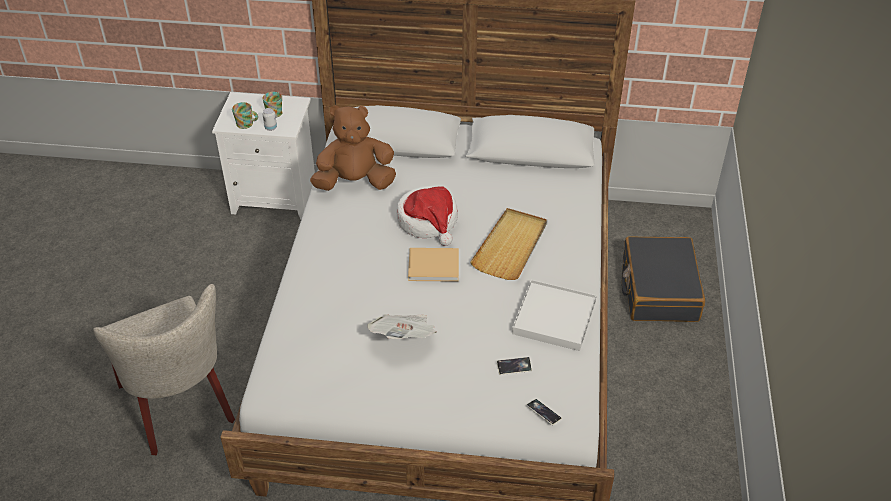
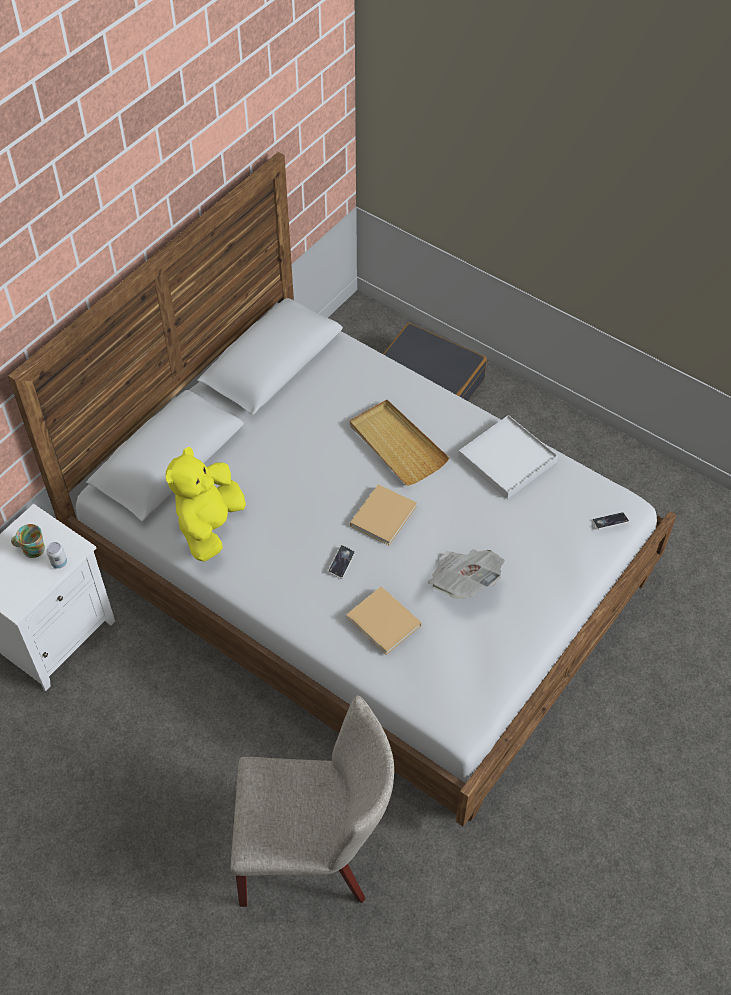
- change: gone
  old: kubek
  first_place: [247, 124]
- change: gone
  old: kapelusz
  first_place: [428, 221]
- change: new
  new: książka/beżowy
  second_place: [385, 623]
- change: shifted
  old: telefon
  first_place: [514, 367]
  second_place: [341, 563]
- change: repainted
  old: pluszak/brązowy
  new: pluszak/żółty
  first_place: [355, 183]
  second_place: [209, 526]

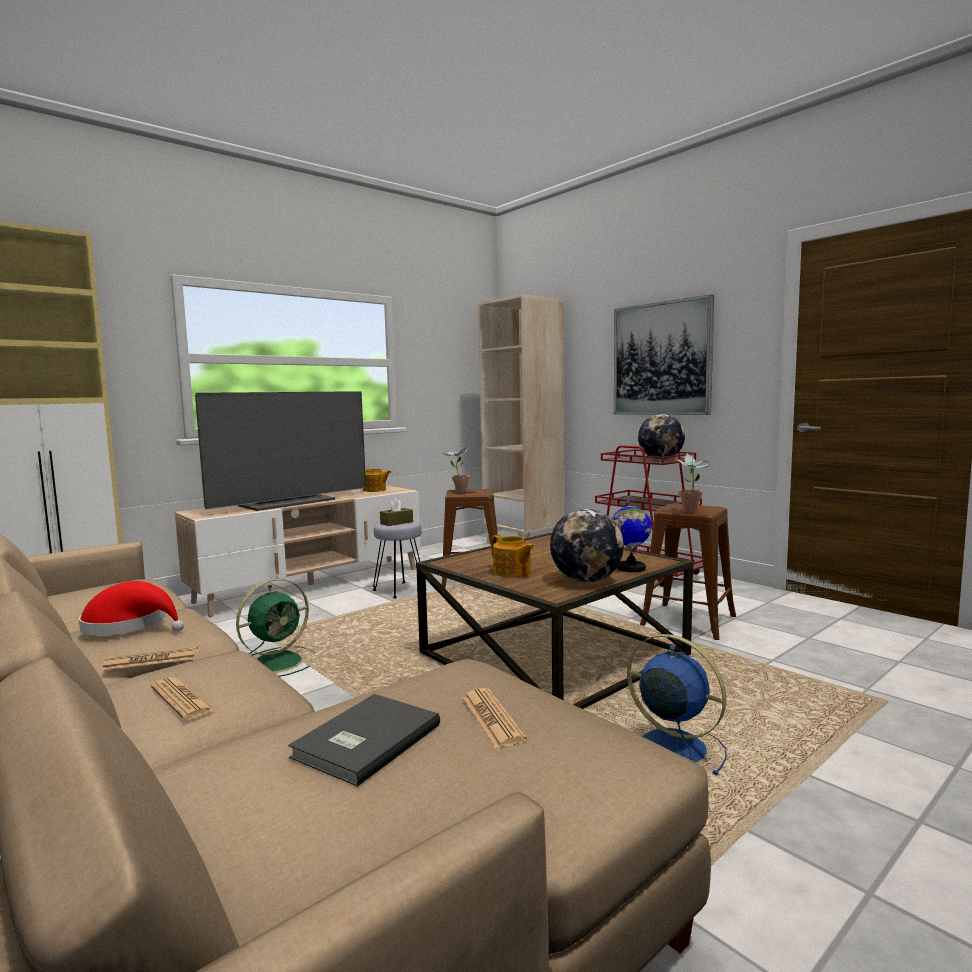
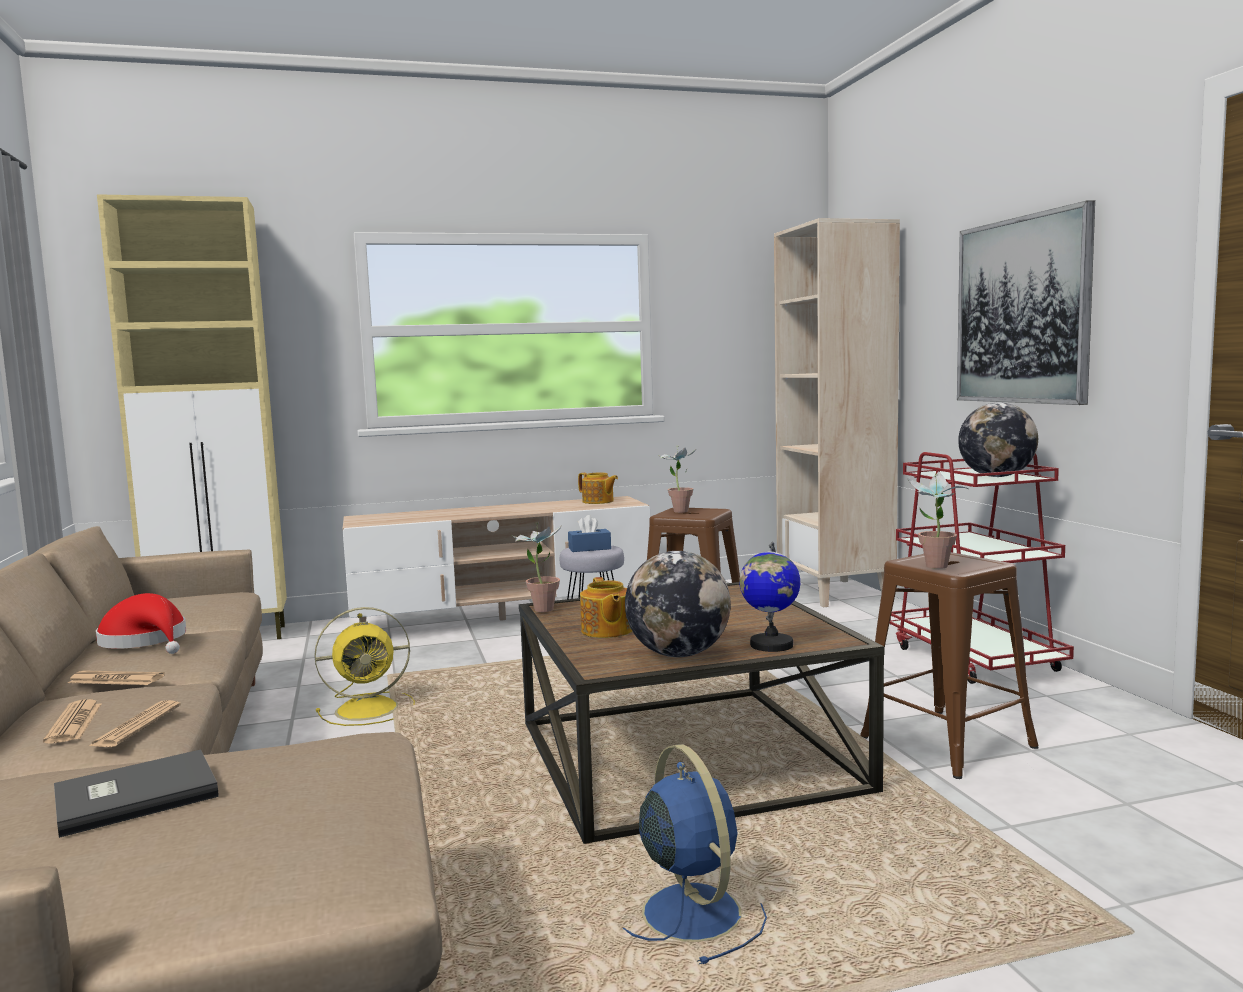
- change: gone
  old: telewizor
  first_place: [289, 502]
- change: new
  new: roślina doniczkowa
  second_place: [540, 608]
- change: shifted
  old: gazeta
  first_place: [492, 718]
  second_place: [136, 726]
- change: repainted
  old: wentylator/zielony
  new: wentylator/żółty
  first_place: [279, 662]
  second_place: [370, 709]
- change: repainted
  old: pudełko chusteczek/brązowy
  new: pudełko chusteczek/niebieski
  first_place: [396, 523]
  second_place: [589, 548]

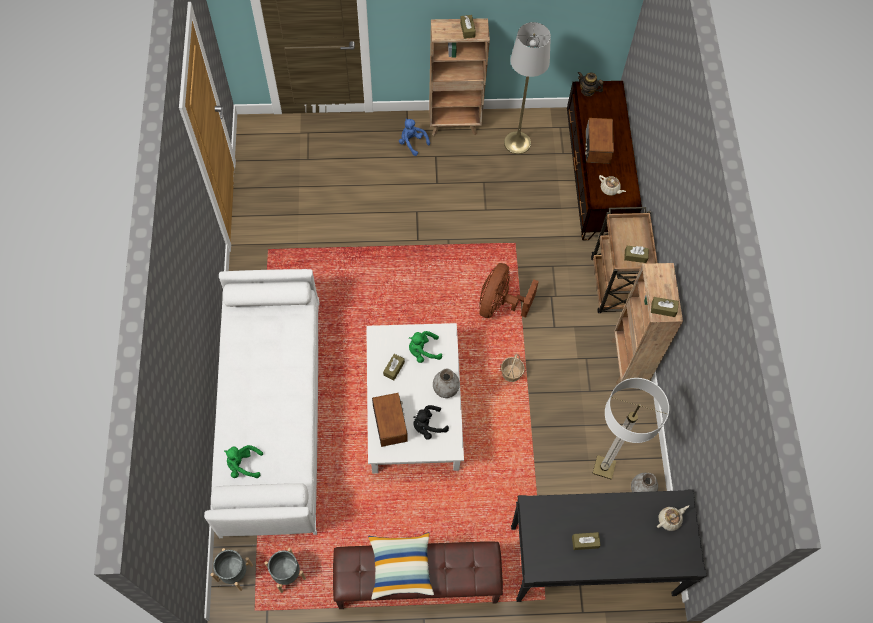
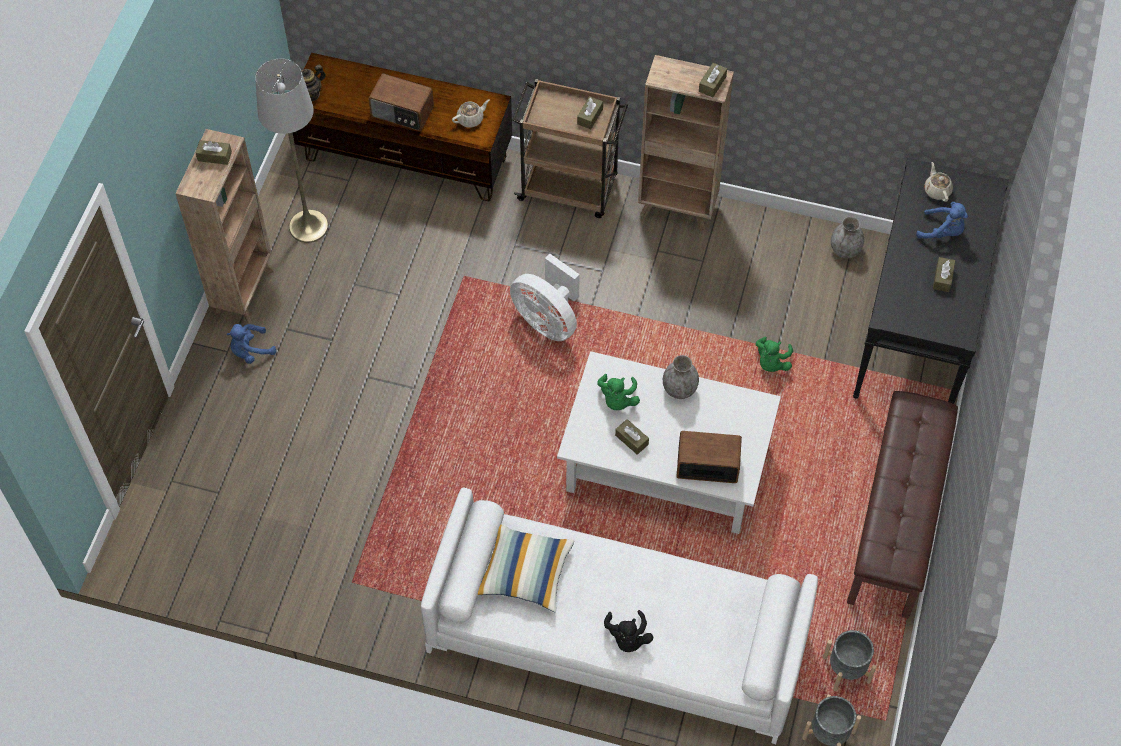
- change: gone
  old: koszyk
  first_place: [511, 373]
- change: gone
  old: lampa stojąca
  first_place: [604, 467]
- change: new
  new: pluszak/niebieski
  second_place: [942, 231]
- change: shifted
  old: pluszak/zielony
  first_place: [243, 465]
  second_place: [771, 362]
- change: shifted
  old: poduszka
  first_place: [400, 567]
  second_place: [525, 573]
- change: shifted
  old: pluszak/czarny
  first_place: [428, 426]
  second_place: [627, 638]
- change: repainted
  old: wentylator/brązowy
  new: wentylator/biały
  first_place: [500, 304]
  second_place: [548, 320]

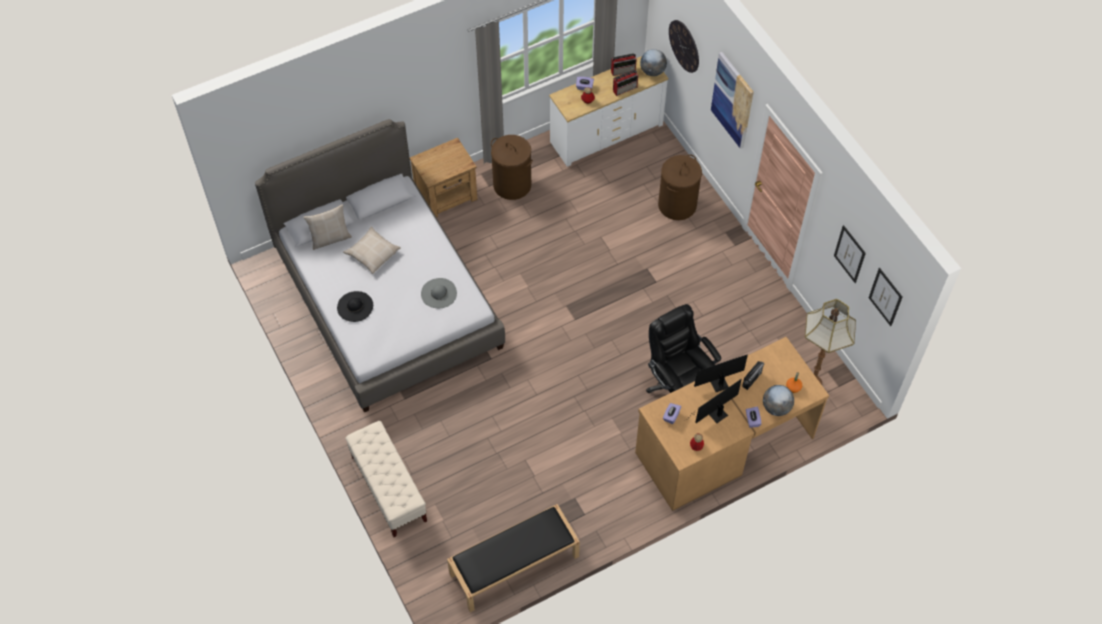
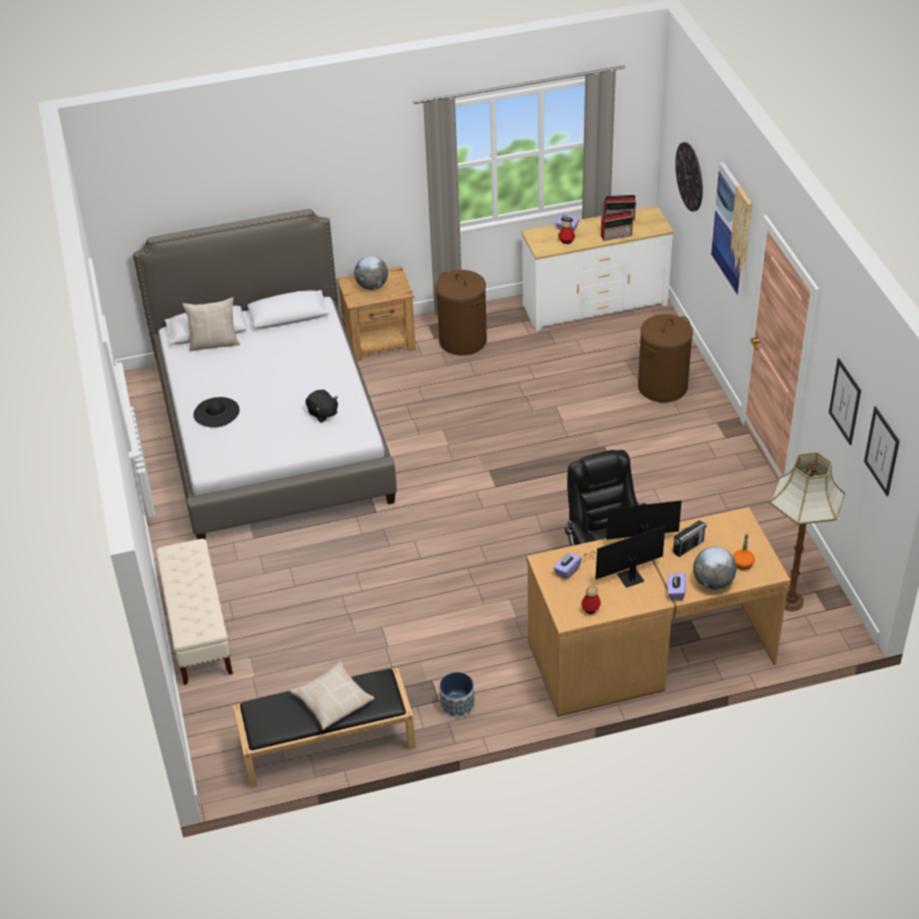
- change: new
  new: donica
  second_place: [457, 704]
- change: shifted
  old: poduszka/beżowy
  first_place: [372, 253]
  second_place: [332, 700]
- change: shifted
  old: globus
  first_place: [652, 71]
  second_place: [372, 286]
- change: swapped
  old: kapelusz/szary
  new: pluszak/czarny
  first_place: [439, 293]
  second_place: [322, 413]

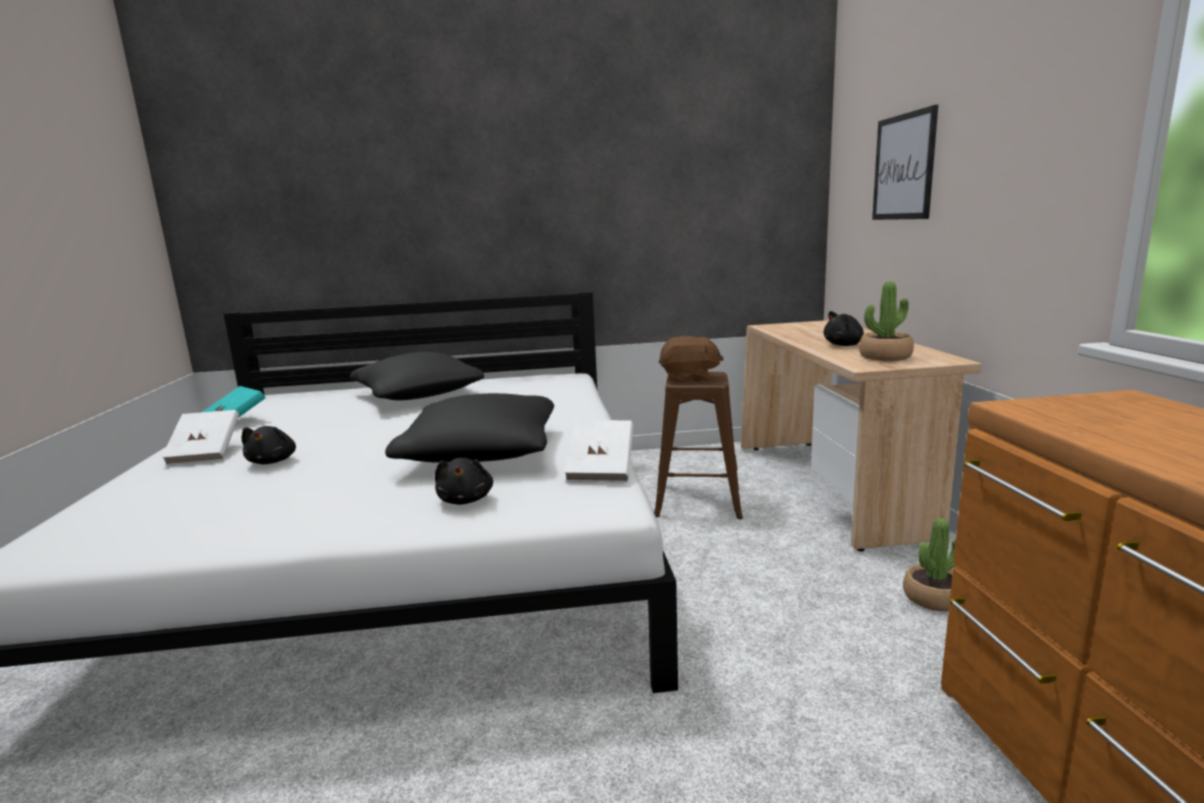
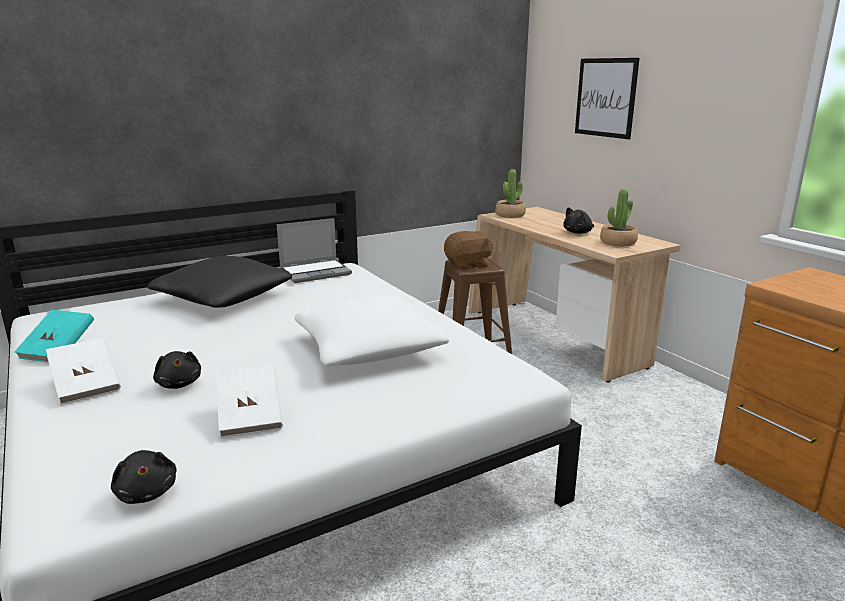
- change: new
  new: laptop
  second_place: [316, 272]
- change: shifted
  old: pluszak/czarny
  first_place: [466, 500]
  second_place: [147, 492]
- change: shifted
  old: książka/biały
  first_place: [601, 469]
  second_place: [250, 417]
- change: shifted
  old: roślina doniczkowa
  first_place: [933, 598]
  second_place: [510, 215]
- change: repainted
  old: poduszka/czarny
  new: poduszka/biały
  first_place: [481, 452]
  second_place: [369, 349]

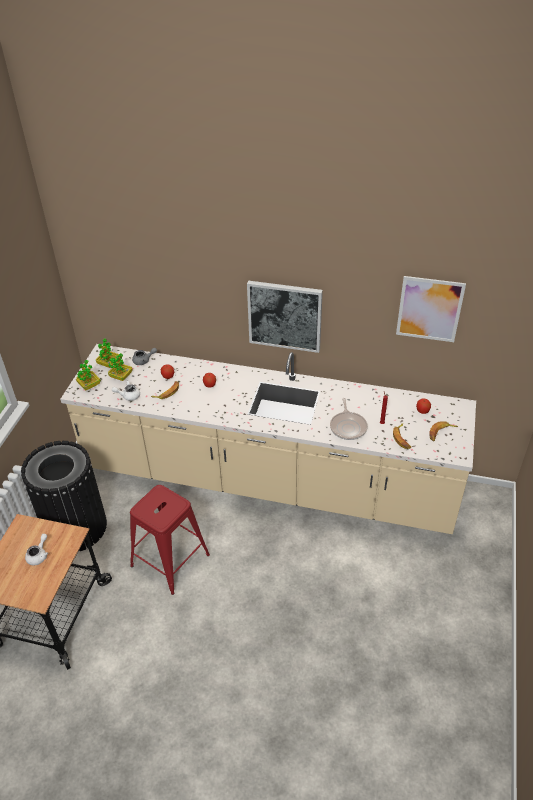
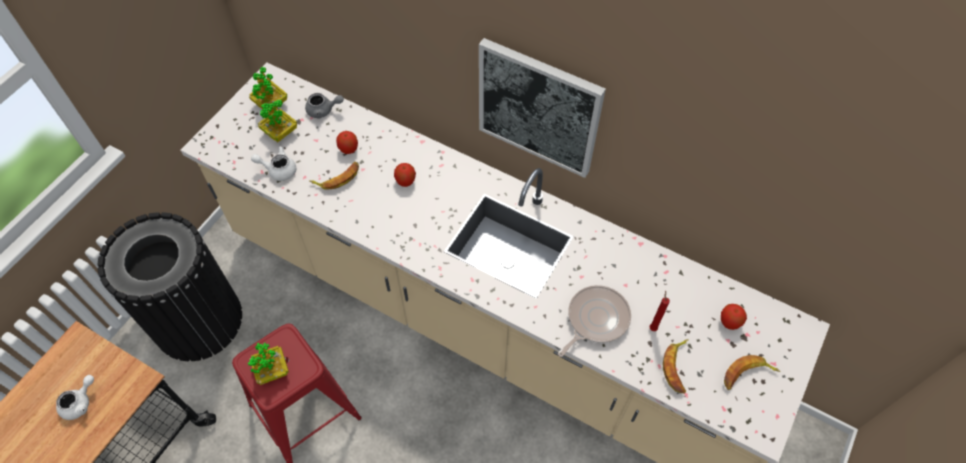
- change: gone
  old: obraz
  first_place: [429, 309]
- change: shifted
  old: roślina doniczkowa
  first_place: [89, 385]
  second_place: [272, 370]
- change: rotated
  old: patelnia
  first_place: [348, 426]
  second_place: [595, 319]
  degrees: -150

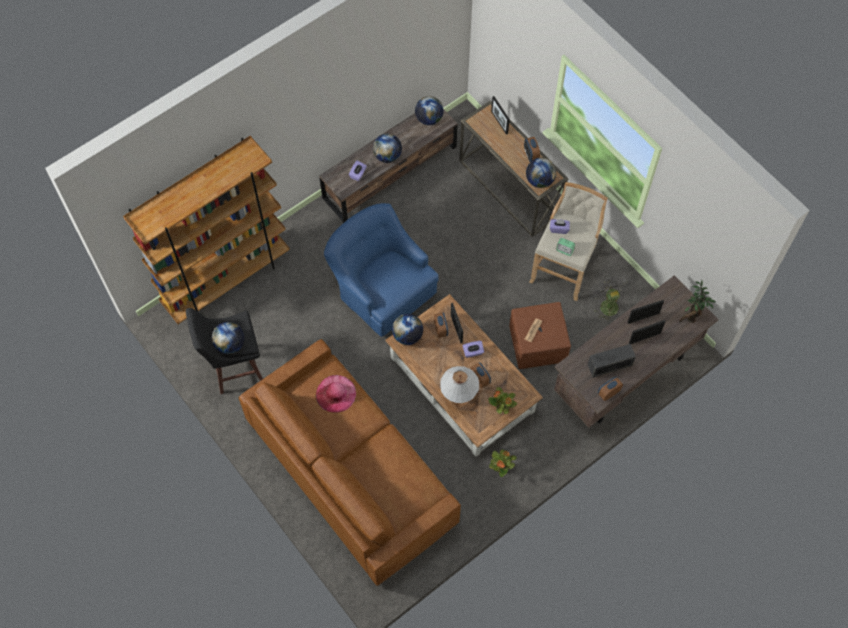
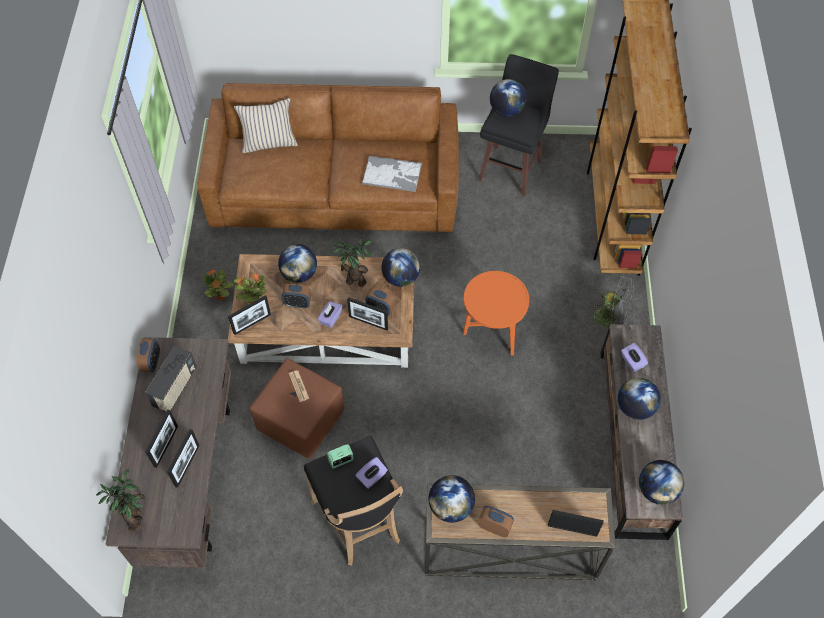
- change: new
  new: ramka na zdjęcie
  second_place: [252, 324]
- change: new
  new: poduszka/beżowy
  second_place: [269, 142]
- change: new
  new: roślina doniczkowa
  second_place: [354, 280]
- change: shifted
  old: wentylator/szary
  first_place: [606, 304]
  second_place: [610, 318]
- change: swapped
  old: kapelusz/różowy
  new: taca
  first_place: [336, 393]
  second_place: [392, 174]
- change: swapped
  old: fotel/niebieski
  new: stolik/pomarańczowy
  first_place: [382, 288]
  second_place: [491, 332]
- change: swapped
  old: lampa stołowa/biały
  new: globus
  first_place: [458, 396]
  second_place: [299, 273]
- change: repainted
  old: stołek/beżowy
  new: stołek/czarny
  first_place: [564, 267]
  second_place: [360, 522]

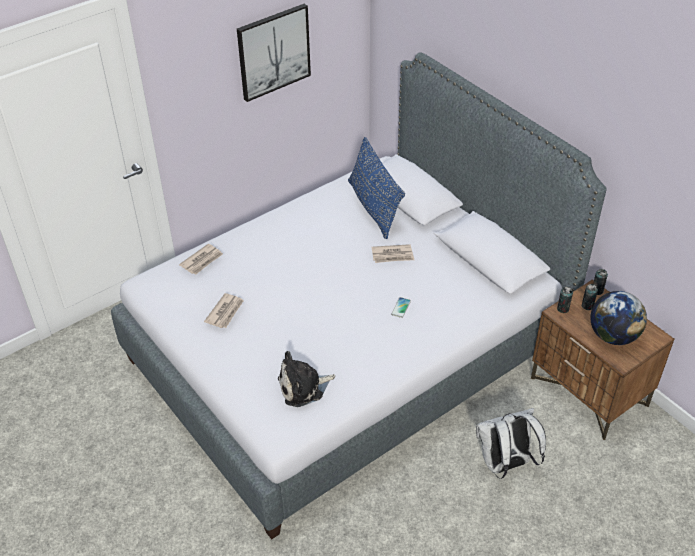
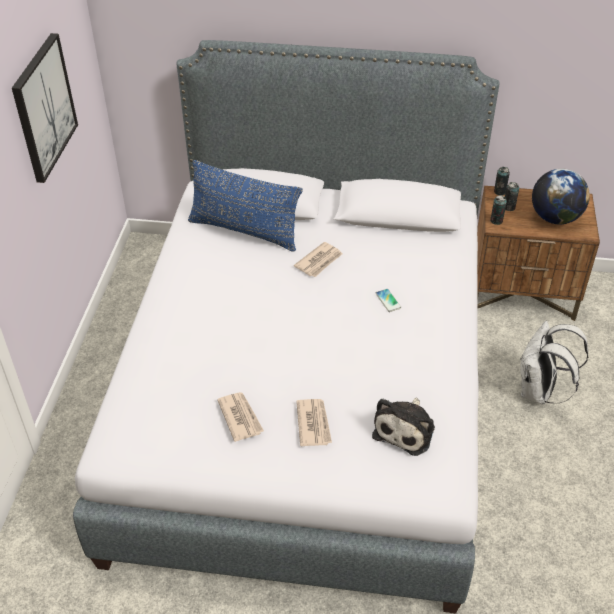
- change: shifted
  old: gazeta
  first_place: [202, 261]
  second_place: [313, 423]

